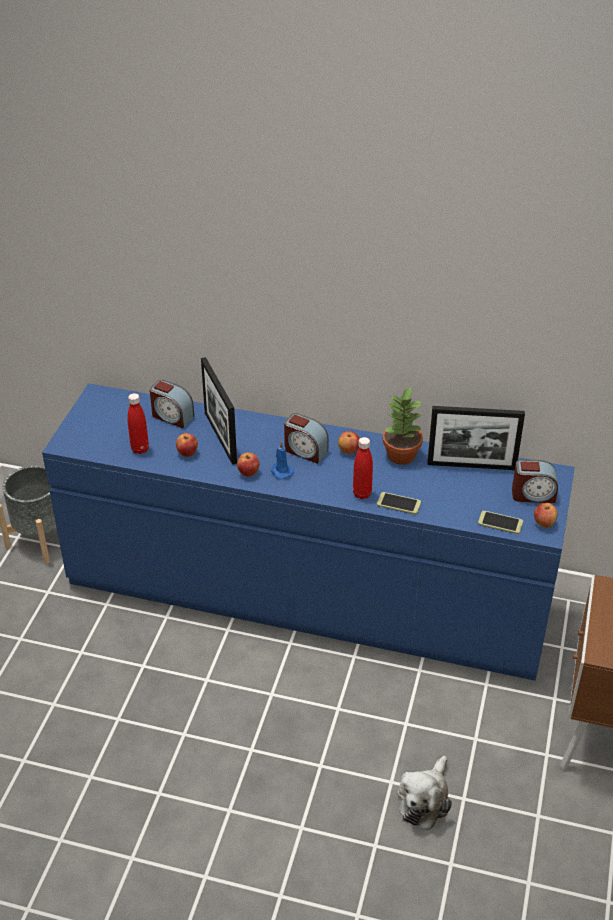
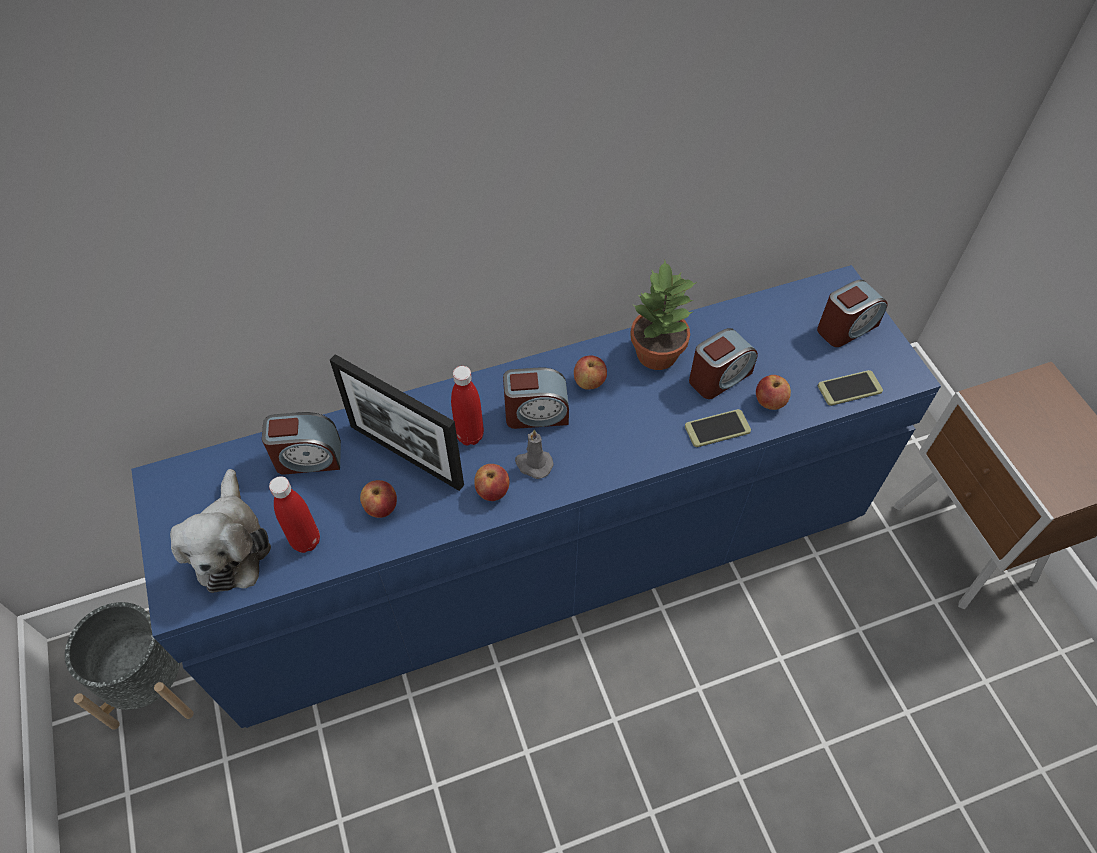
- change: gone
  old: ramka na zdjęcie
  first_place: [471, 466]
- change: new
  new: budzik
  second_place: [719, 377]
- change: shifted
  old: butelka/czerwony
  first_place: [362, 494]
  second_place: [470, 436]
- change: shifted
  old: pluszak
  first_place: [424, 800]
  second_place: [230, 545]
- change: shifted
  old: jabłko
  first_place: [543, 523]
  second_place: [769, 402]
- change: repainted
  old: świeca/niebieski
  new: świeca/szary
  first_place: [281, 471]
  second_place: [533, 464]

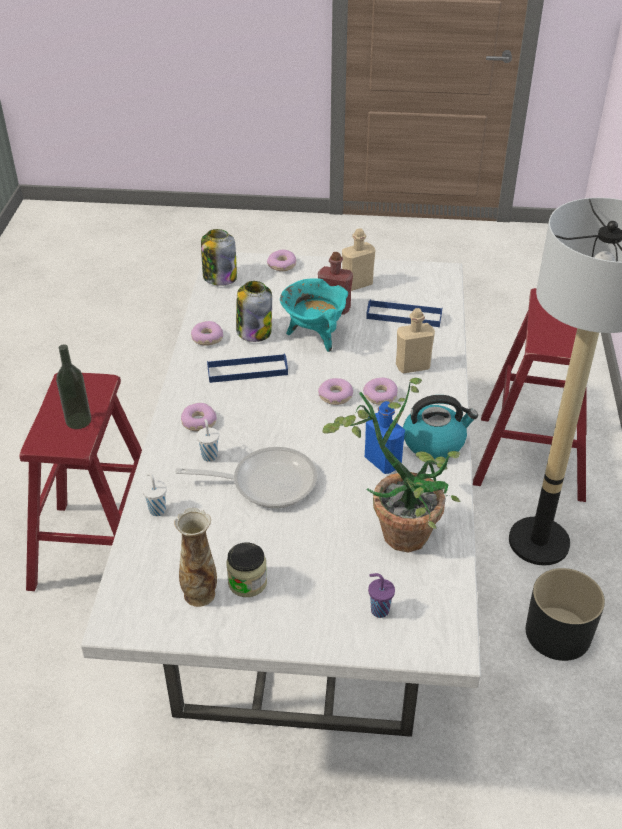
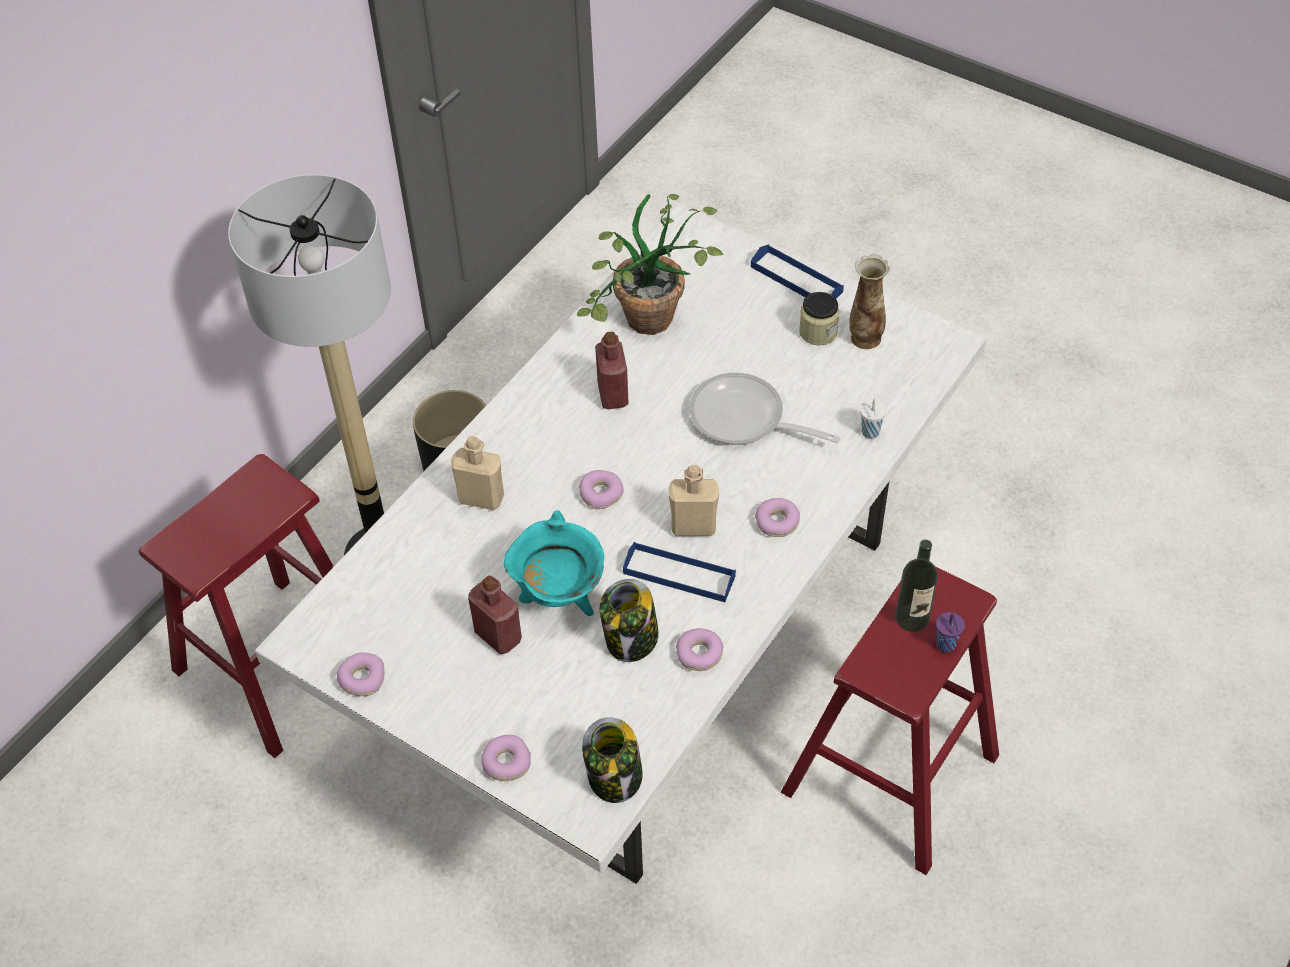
- change: gone
  old: filiżanka/biały
  first_place: [209, 455]
- change: gone
  old: czajnik
  first_place: [434, 442]
- change: shifted
  old: butelka/beżowy
  first_place: [357, 284]
  second_place: [693, 526]
- change: shifted
  old: donut
  first_place: [380, 396]
  second_place: [362, 679]
- change: shifted
  old: taca/niebieski
  first_place: [404, 316]
  second_place: [796, 279]
- change: shifted
  old: filiżanka/fioletowy
  first_place: [379, 610]
  second_place: [946, 645]
- change: repainted
  old: butelka/niebieski
  new: butelka/czerwony
  first_place: [382, 462]
  second_place: [613, 395]

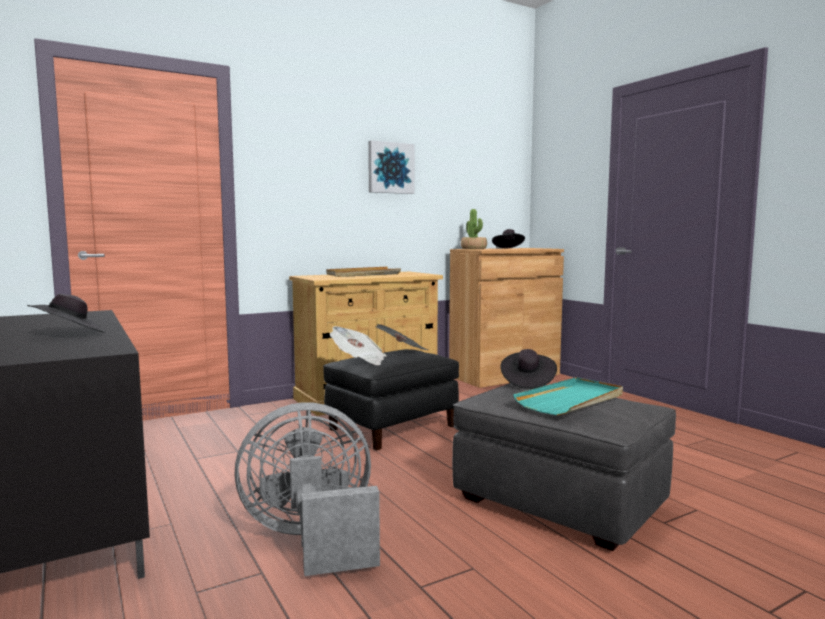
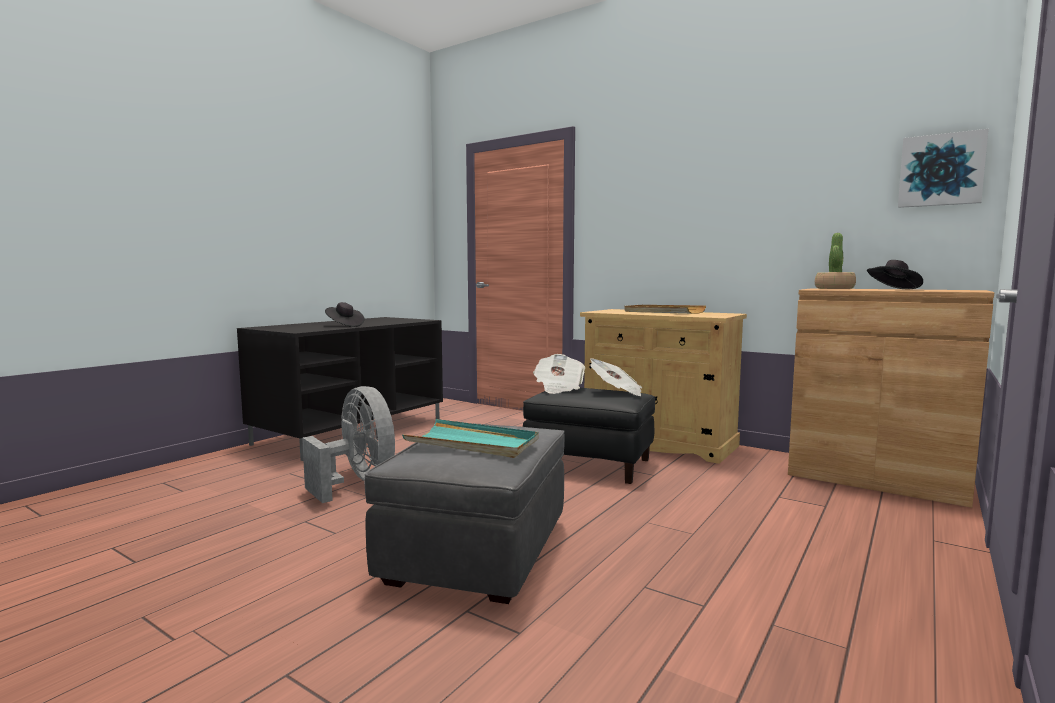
- change: gone
  old: kapelusz/czarny
  first_place: [527, 382]
- change: shifted
  old: obraz
  first_place: [390, 168]
  second_place: [941, 170]

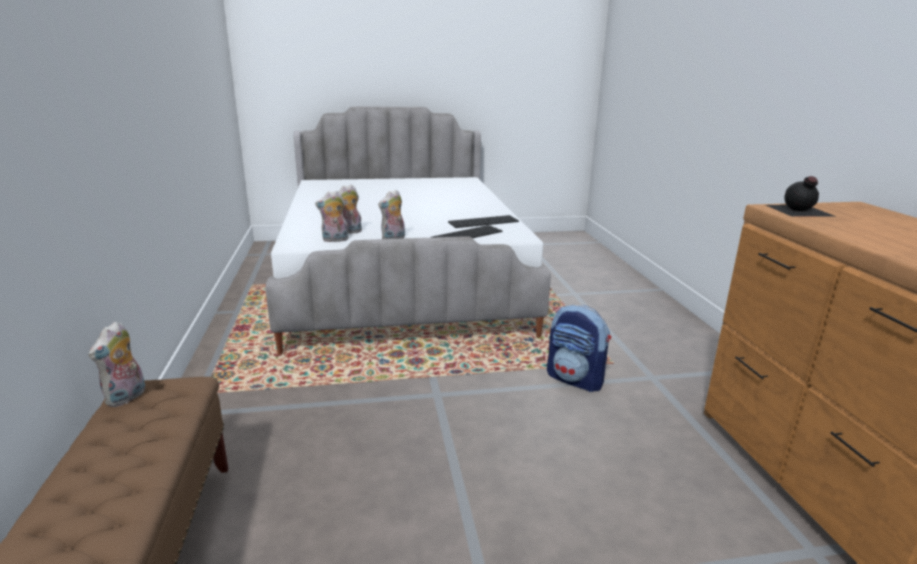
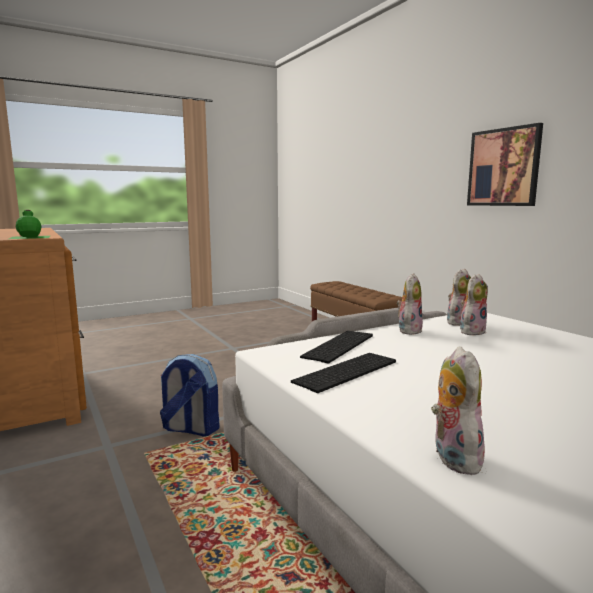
- change: new
  new: obraz
  second_place: [503, 167]
- change: shifted
  old: pluszak
  first_place: [126, 398]
  second_place: [452, 457]
- change: repainted
  old: butelka/czarny
  new: butelka/zielony
  first_place: [799, 210]
  second_place: [30, 237]

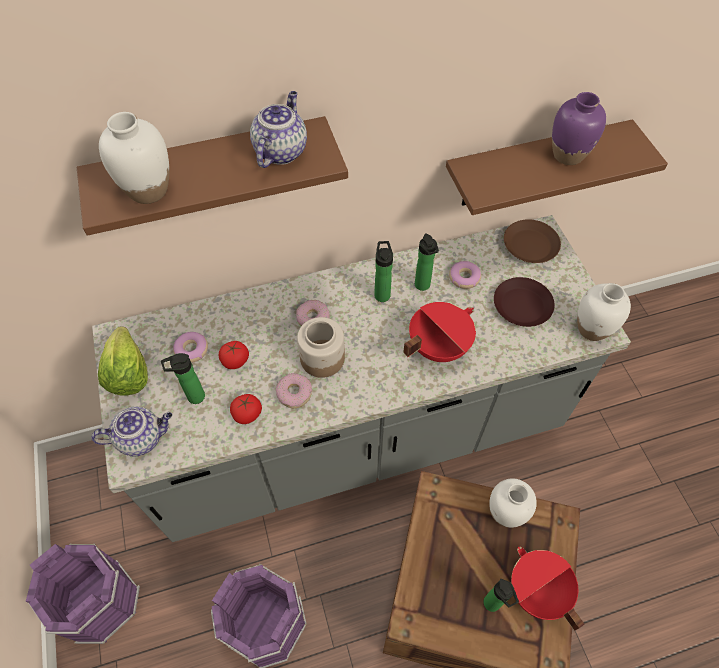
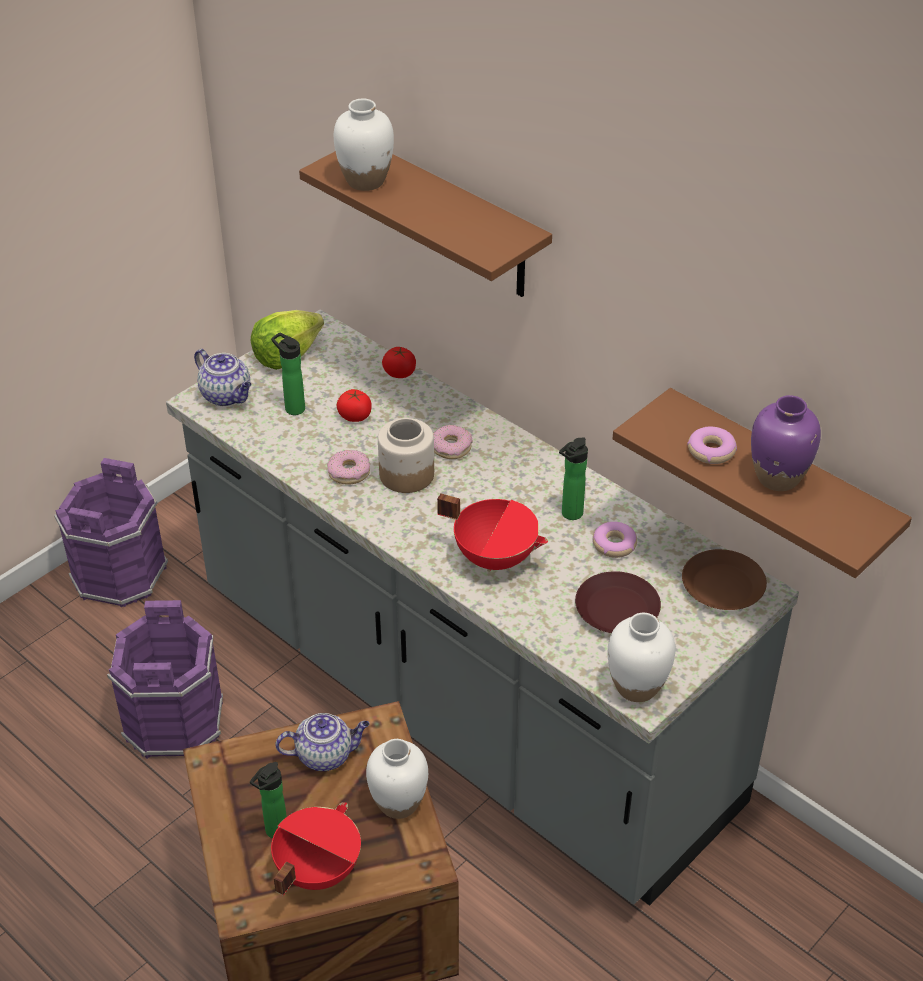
- change: gone
  old: butelka
  first_place: [382, 293]
- change: shifted
  old: donut
  first_place: [191, 350]
  second_place: [711, 451]
- change: shifted
  old: pomidor
  first_place: [247, 414]
  second_place: [399, 373]
- change: shifted
  old: imbryk
  first_place: [280, 151]
  second_place: [325, 755]

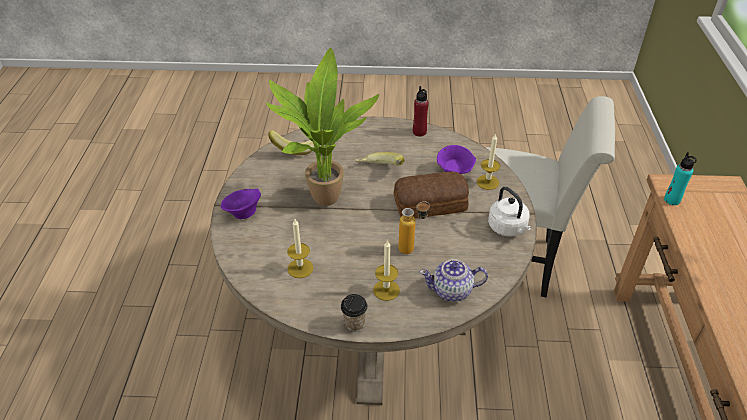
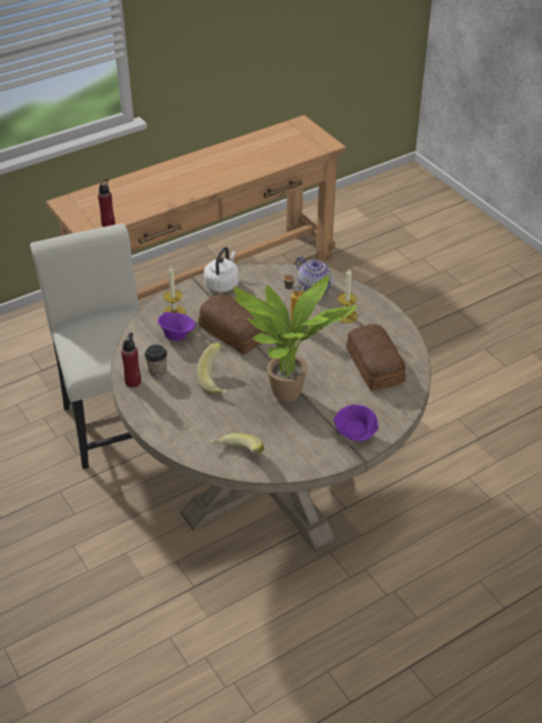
- change: shifted
  old: filiżanka
  first_place: [354, 323]
  second_place: [157, 371]
- change: swapped
  old: świeca
  new: chleb
  first_place: [300, 268]
  second_place: [374, 367]
- change: repainted
  old: butelka/turkusowy
  new: butelka/czerwony
  first_place: [672, 200]
  second_place: [108, 224]

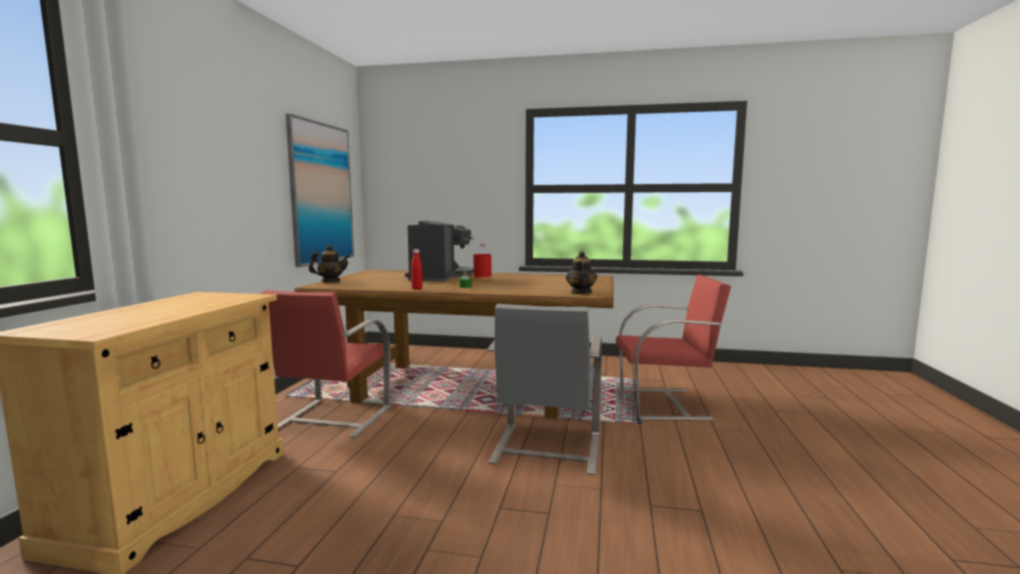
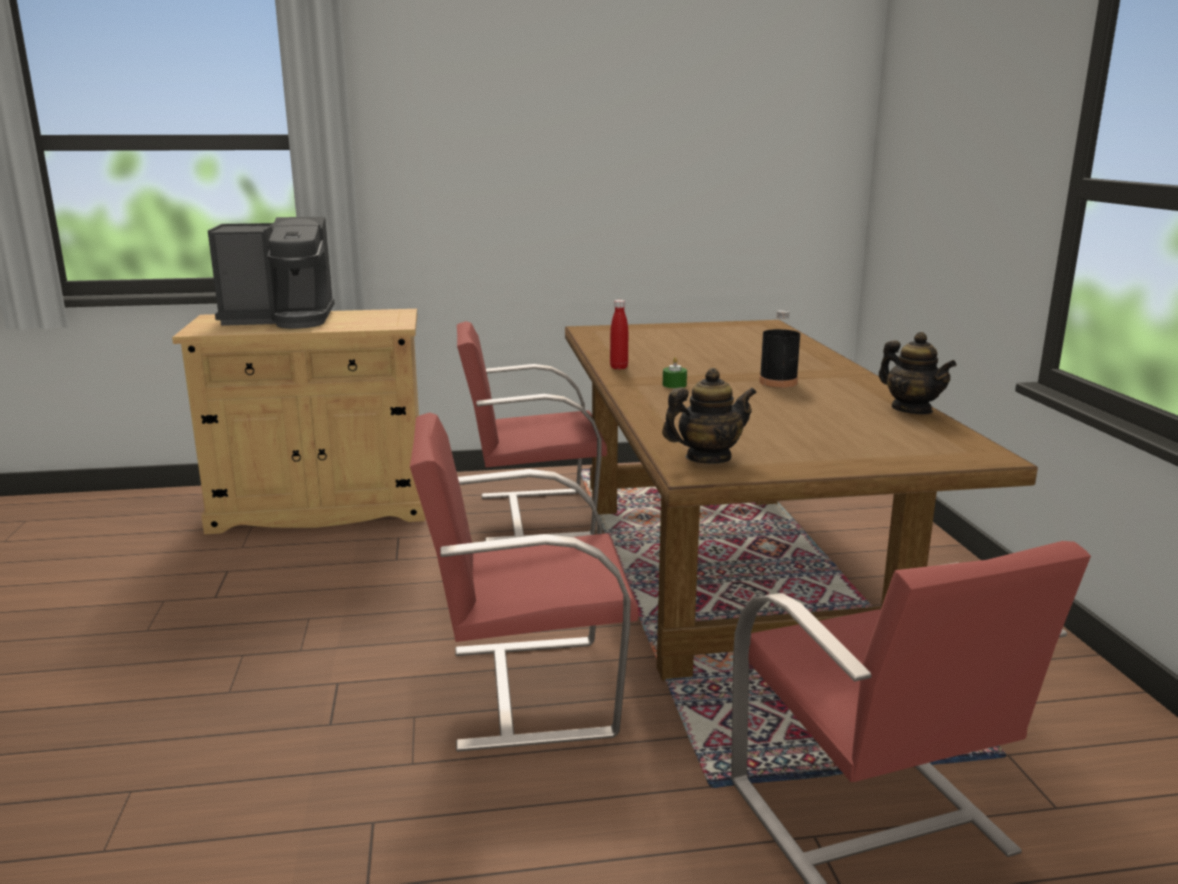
- change: gone
  old: obraz
  first_place: [321, 193]
- change: shifted
  old: imbryk
  first_place: [330, 281]
  second_place: [912, 409]
- change: shifted
  old: ekspres do kawy
  first_place: [439, 277]
  second_place: [281, 319]
- change: repainted
  old: butelka/czerwony
  new: butelka/czarny
  first_place: [482, 279]
  second_place: [778, 382]
- change: repainted
  old: krzesło/szary
  new: krzesło/czerwony
  first_place: [546, 449]
  second_place: [526, 690]

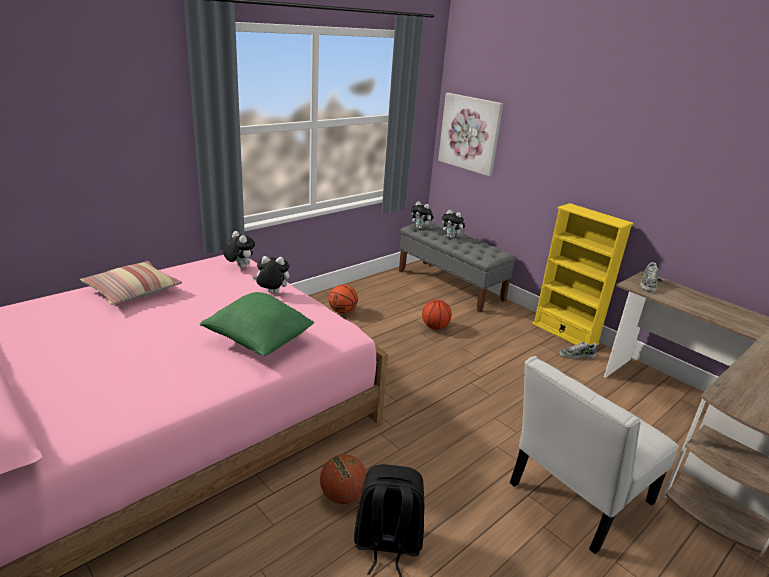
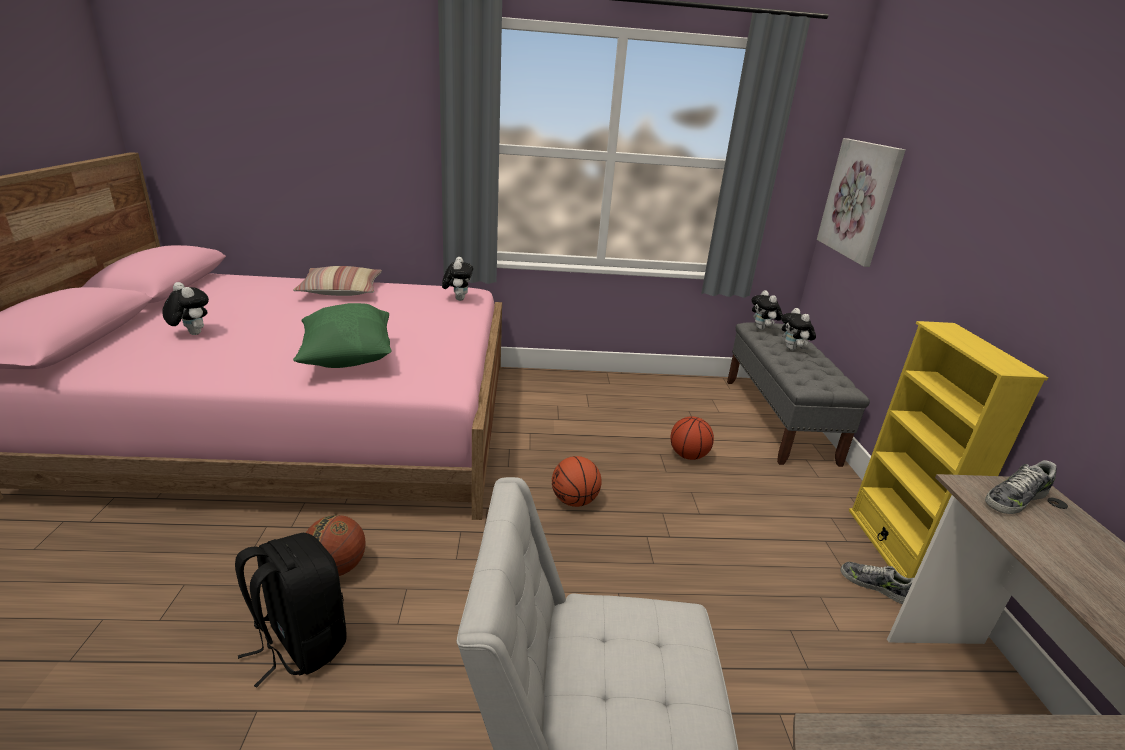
- change: shifted
  old: pluszak
  first_place: [272, 293]
  second_place: [191, 333]
- change: shifted
  old: piłka do koszykówki
  first_place: [342, 311]
  second_place: [574, 501]

